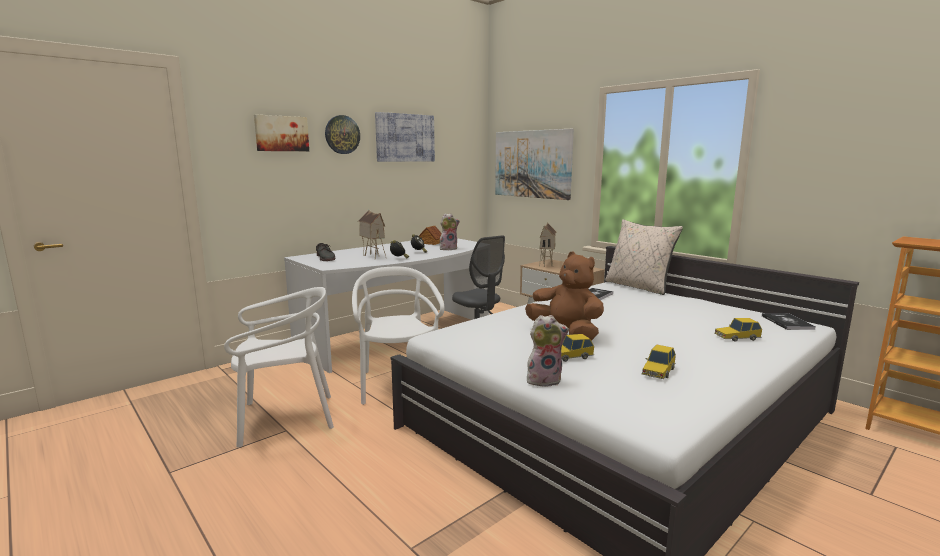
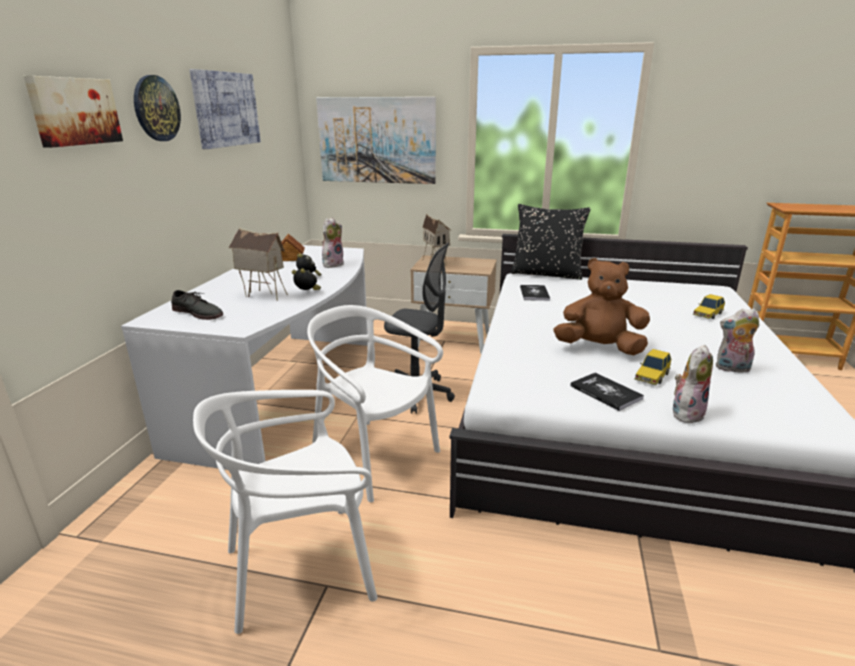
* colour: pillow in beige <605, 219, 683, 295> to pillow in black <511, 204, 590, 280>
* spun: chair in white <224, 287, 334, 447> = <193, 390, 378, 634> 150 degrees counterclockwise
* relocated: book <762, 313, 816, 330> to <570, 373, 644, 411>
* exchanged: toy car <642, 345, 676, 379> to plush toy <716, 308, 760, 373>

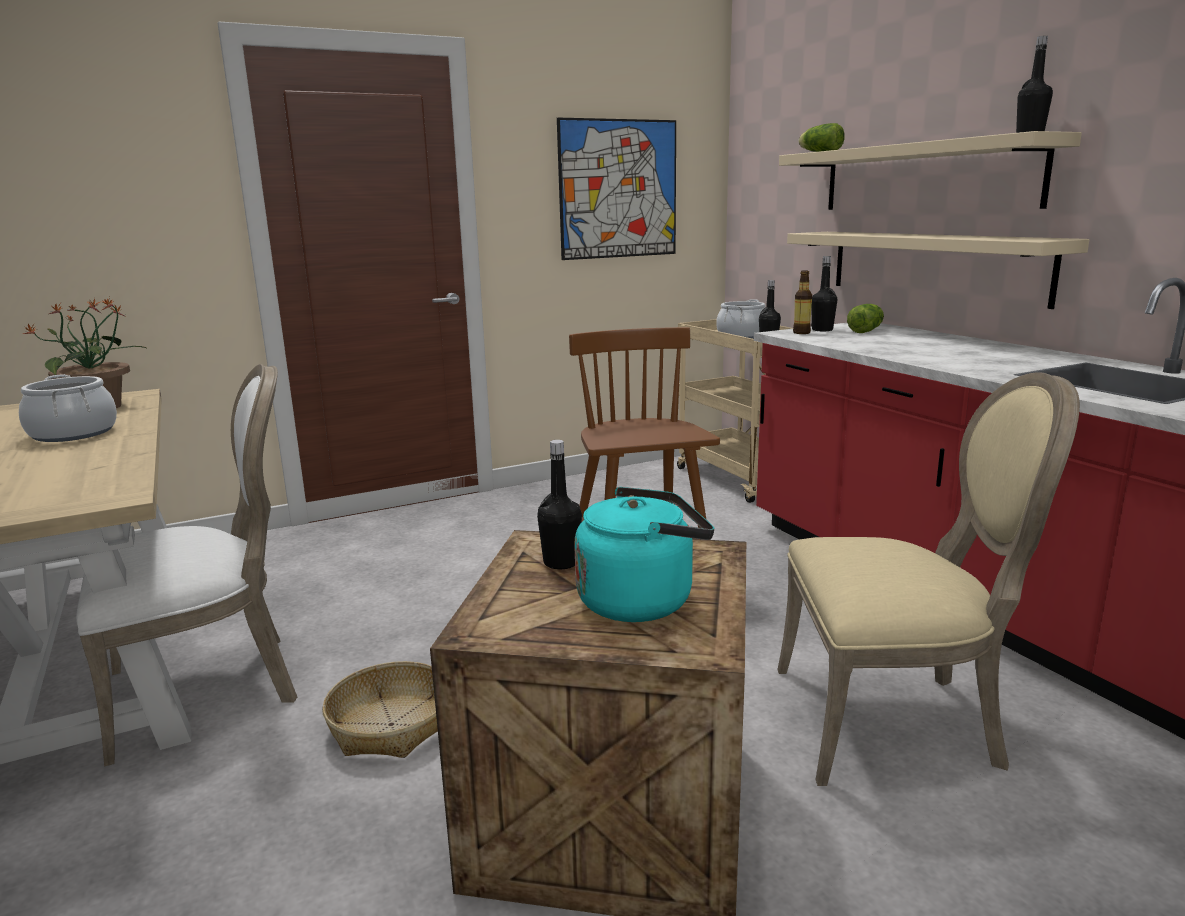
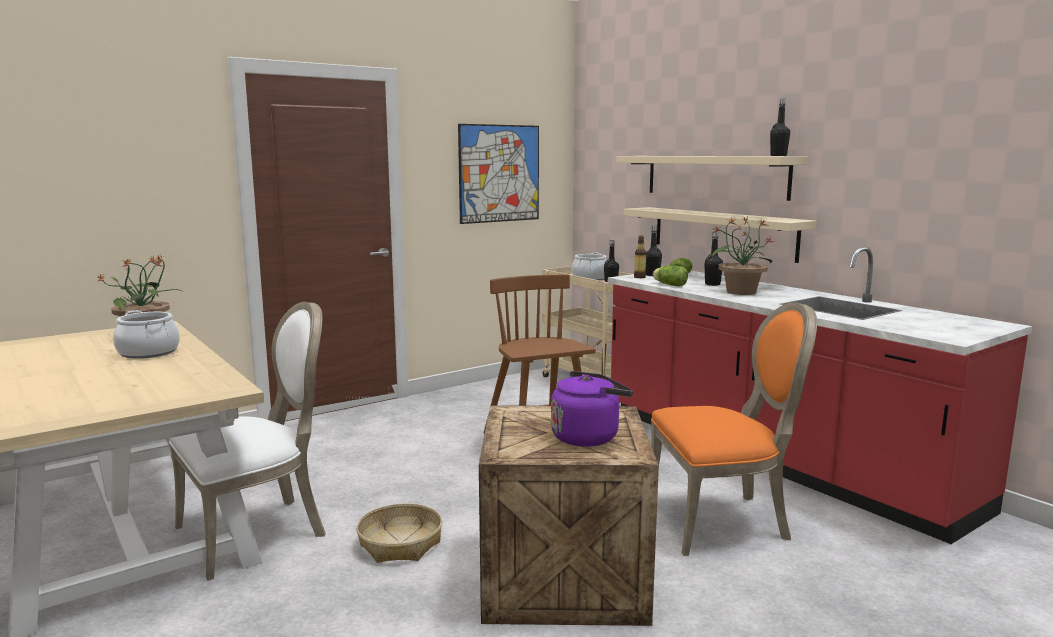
* relocated: lettuce <798, 123, 845, 152> to <653, 266, 688, 287>
* colour: chair in beige <777, 372, 1080, 786> to chair in orange <651, 302, 817, 556>
* relocated: bottle in black <537, 440, 582, 569> to <704, 232, 723, 286>
* colour: kettle in turquoise <574, 487, 714, 622> to kettle in purple <551, 371, 633, 447>
* appeared: potted plant <712, 217, 776, 295>

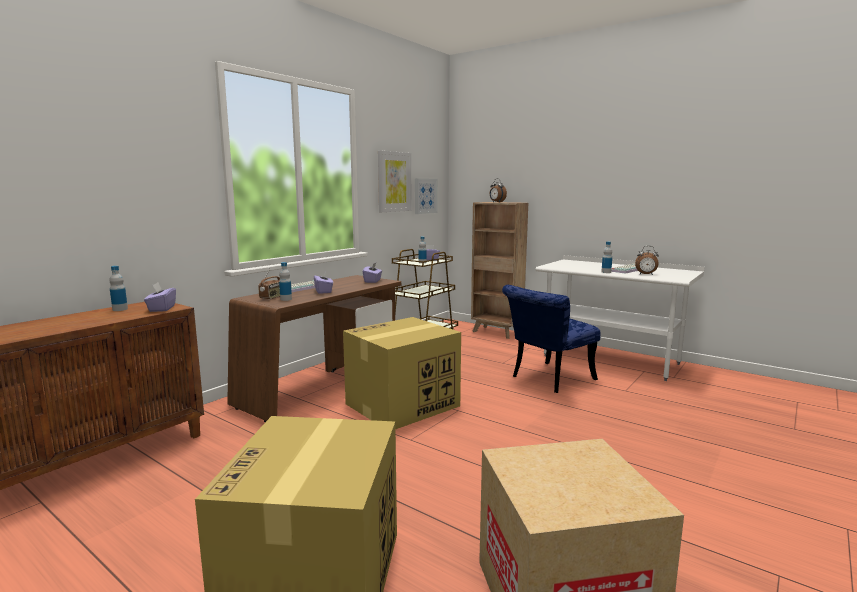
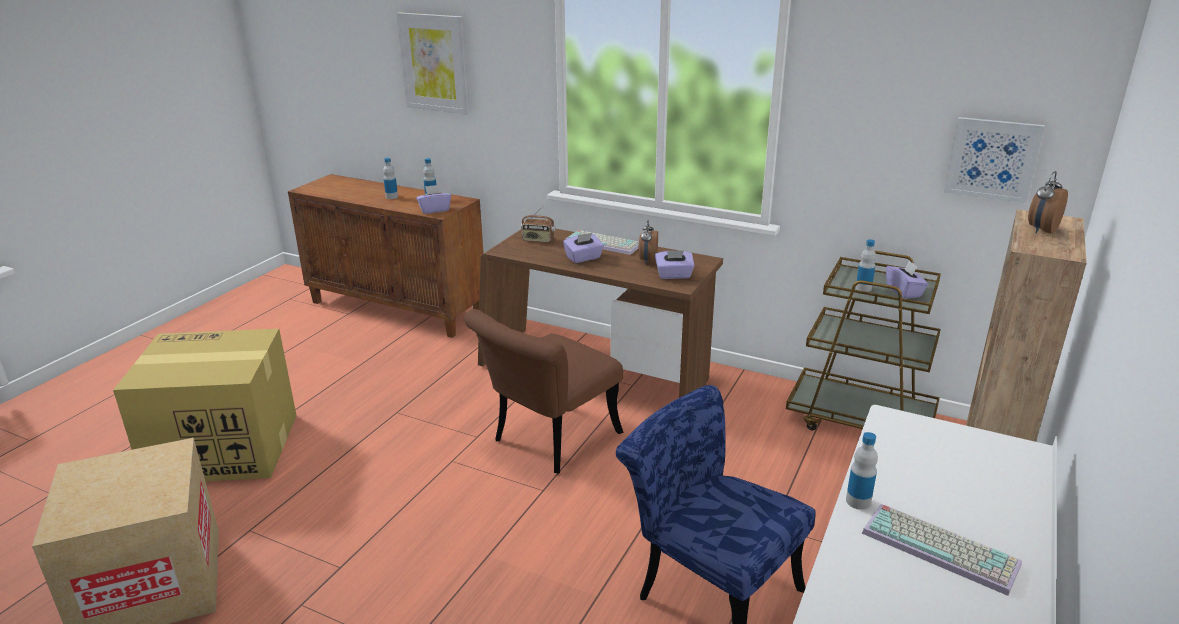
* relocated: picture <378, 150, 412, 212> to <396, 12, 470, 115>
* relocated: alarm clock <635, 246, 659, 275> to <638, 220, 658, 264>
* relocated: bottle <279, 262, 292, 301> to <383, 158, 398, 199>
* exchanged: cardboard box <343, 317, 461, 429> to chair in brown <464, 309, 623, 473>

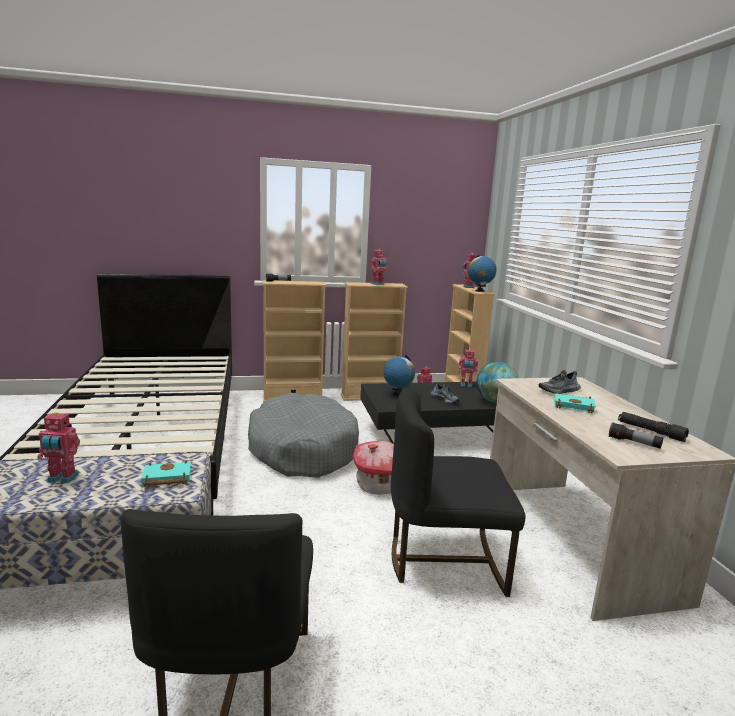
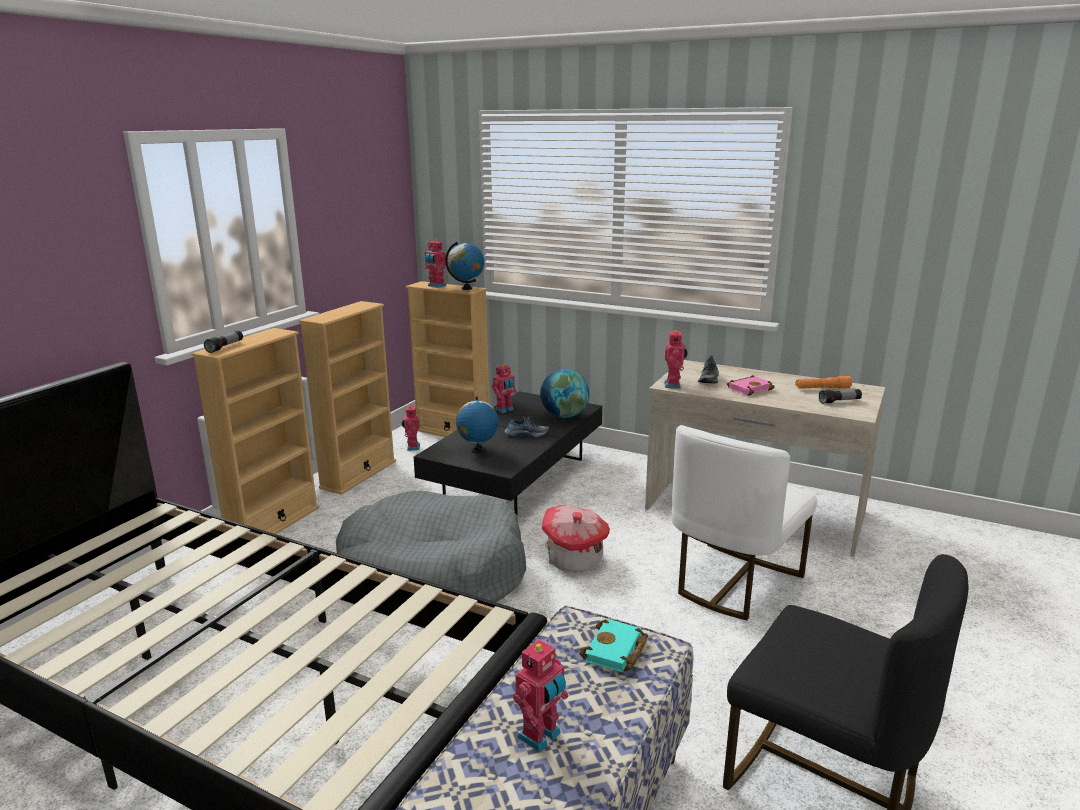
* relocated: toy robot <370, 249, 388, 285> to <664, 329, 688, 388>
* colour: chair in black <391, 388, 525, 597> to chair in white <672, 425, 817, 620>
* colour: book in turquoise <554, 392, 596, 413> to book in pink <727, 375, 775, 396>
* colour: flashlight in black <618, 412, 689, 442> to flashlight in orange <795, 376, 852, 389>

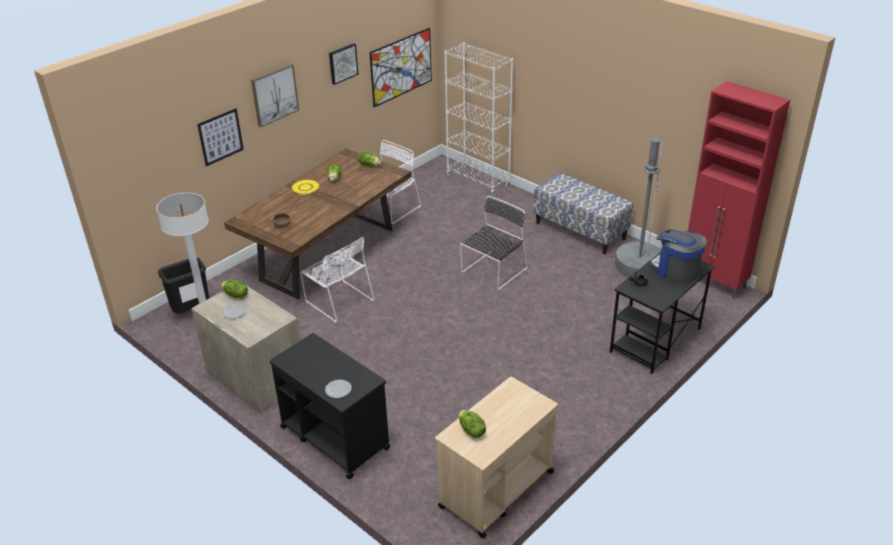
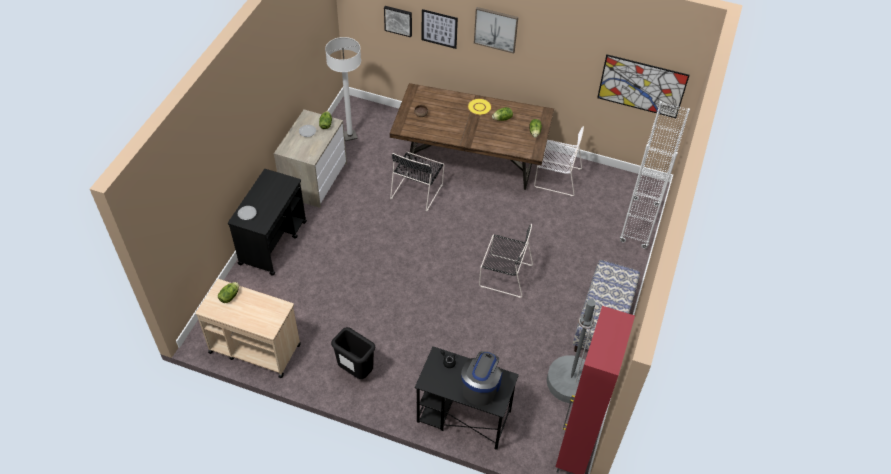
* relocated: picture <329, 43, 359, 85> to <384, 6, 412, 37>
* colour: chair in white <300, 237, 375, 323> to chair in black <390, 152, 444, 212>
* relocated: trash can in black <158, 258, 209, 313> to <331, 327, 375, 379>

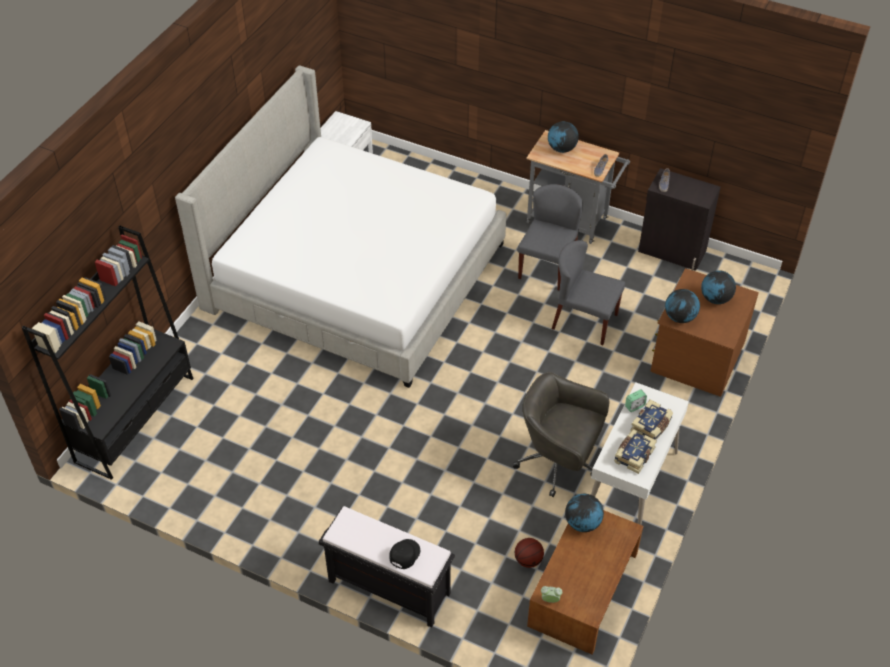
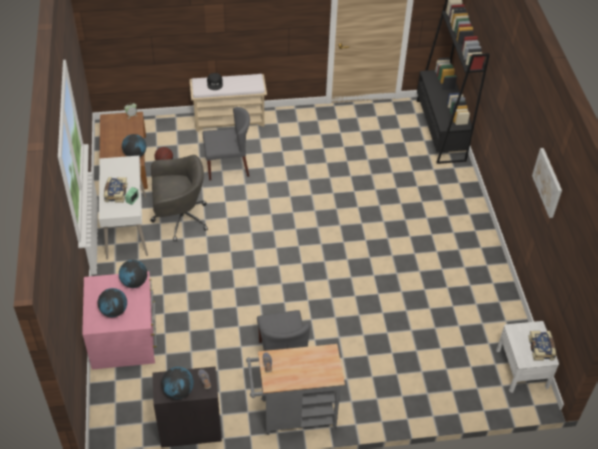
* missing: bed <175, 65, 506, 388>
* relocated: globe <548, 121, 579, 153> to <162, 367, 194, 399>
* relocated: chair in grey <552, 240, 625, 345> to <203, 107, 250, 180>
* colour: dresser in brown <650, 268, 759, 397> to dresser in pink <82, 271, 157, 370>
* relocated: book <614, 429, 657, 474> to <528, 331, 556, 360>
* colour: bench in black <319, 506, 455, 628> to bench in beige <190, 74, 267, 132>
* appeared: picture <532, 148, 562, 218>

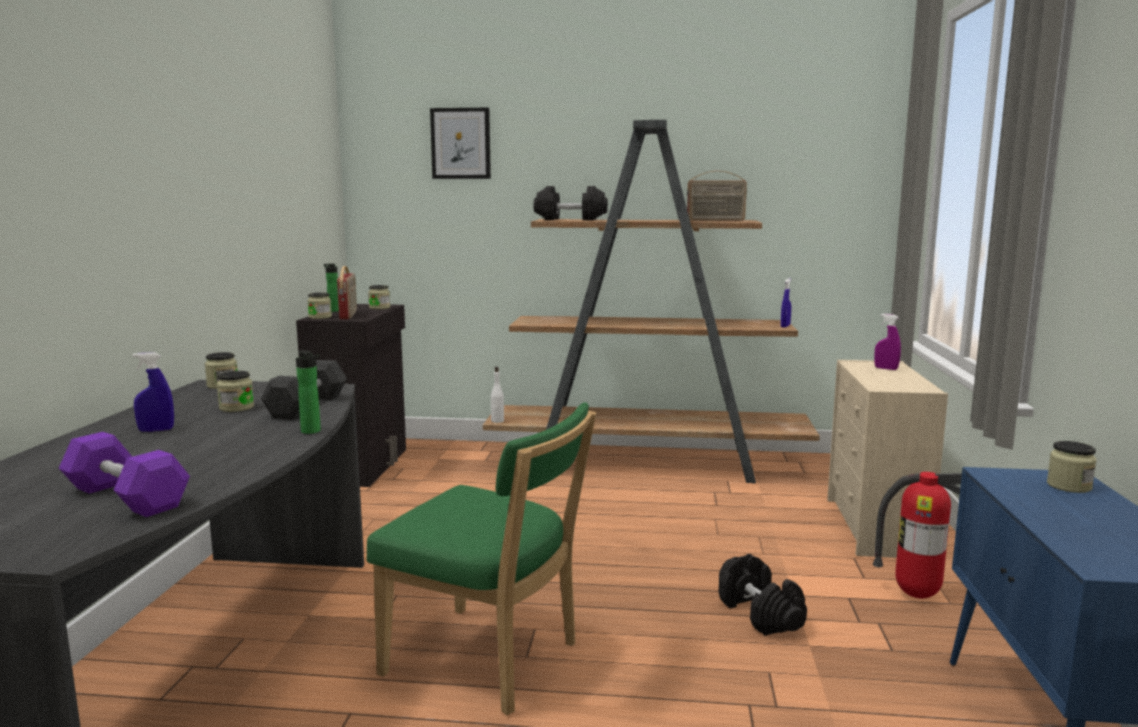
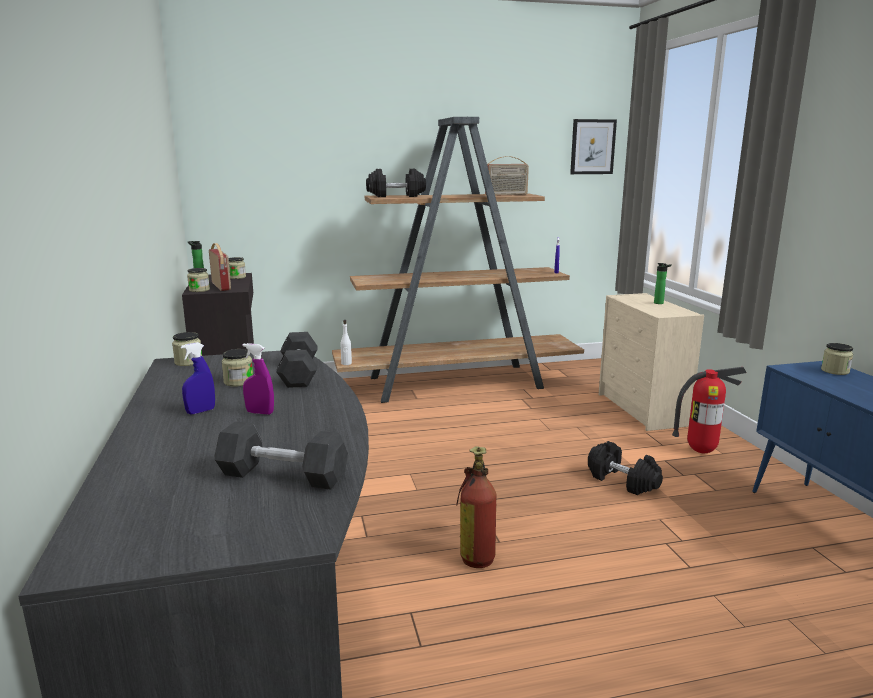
* relocated: picture <430, 108, 491, 179> to <570, 119, 617, 174>
* relocated: spray bottle in purple <874, 314, 901, 370> to <243, 343, 274, 415>
* relocated: bottle <296, 350, 321, 434> to <654, 263, 672, 304>
* exchanged: chair in green <366, 402, 596, 715> to fire extinguisher <456, 446, 496, 568>
* colour: dumbbell in purple <59, 432, 190, 517> to dumbbell in black <215, 421, 348, 490>

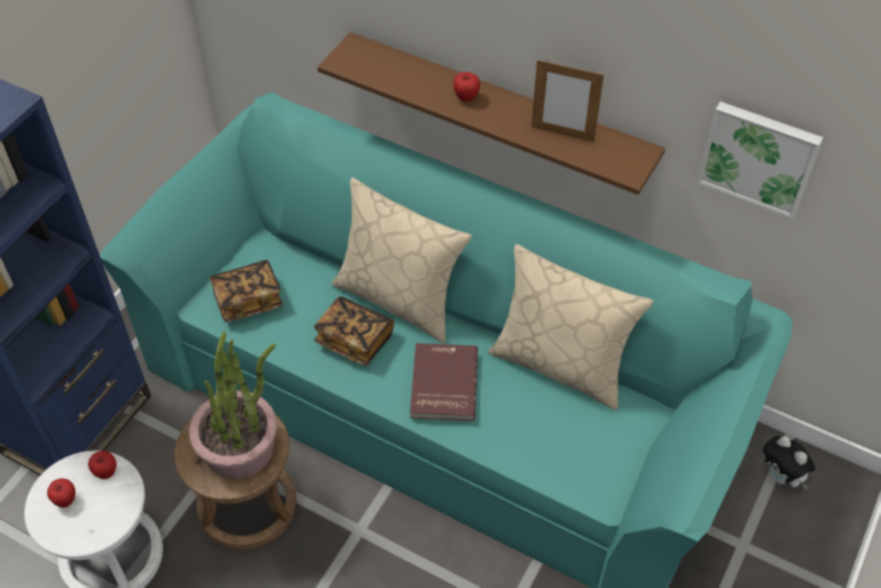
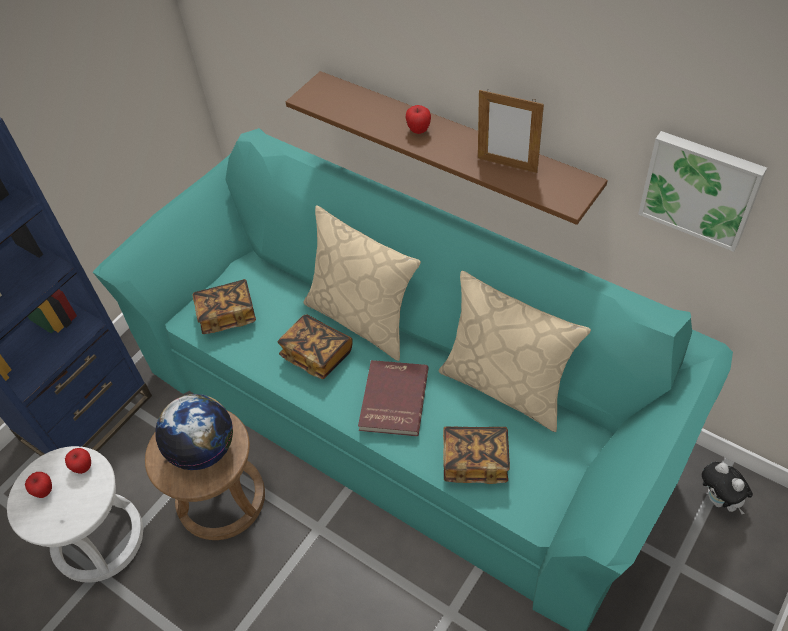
* exchanged: potted plant <189, 331, 277, 479> to globe <155, 394, 233, 470>
* appeared: book <443, 426, 510, 484>

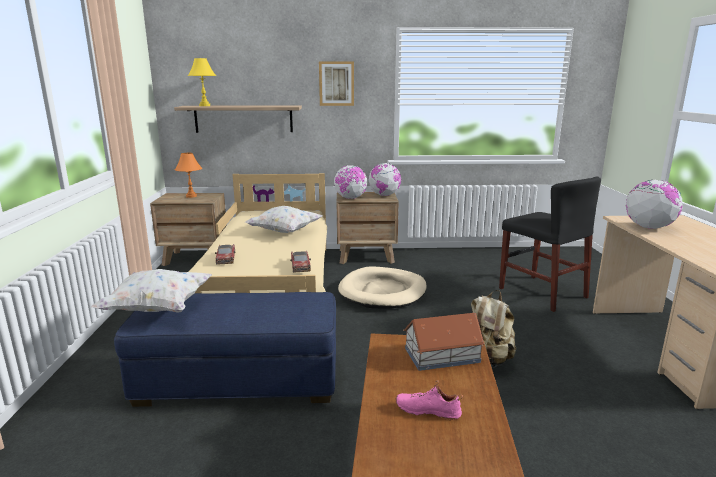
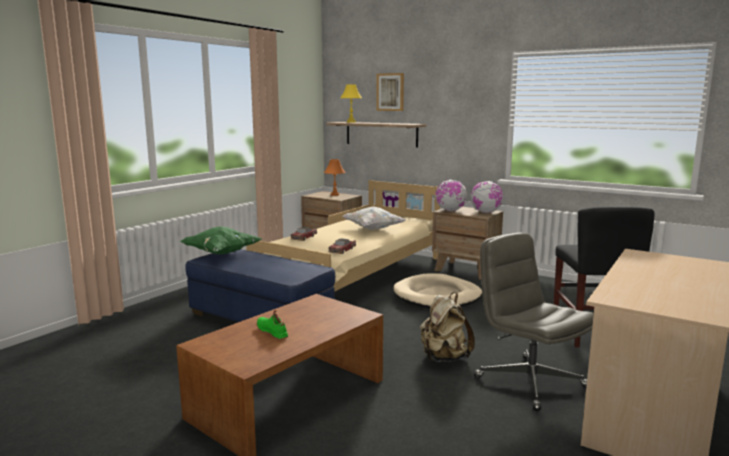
* relocated: picture <319, 61, 354, 106> to <376, 73, 404, 111>
* missing: globe <626, 180, 683, 229>
* colour: pillow in white <91, 269, 212, 313> to pillow in green <180, 226, 262, 254>
* missing: toy house <403, 313, 485, 371>
* colour: shoe in pink <396, 380, 463, 420> to shoe in green <257, 310, 288, 340>
* appeared: office chair in grey <474, 232, 594, 411>

